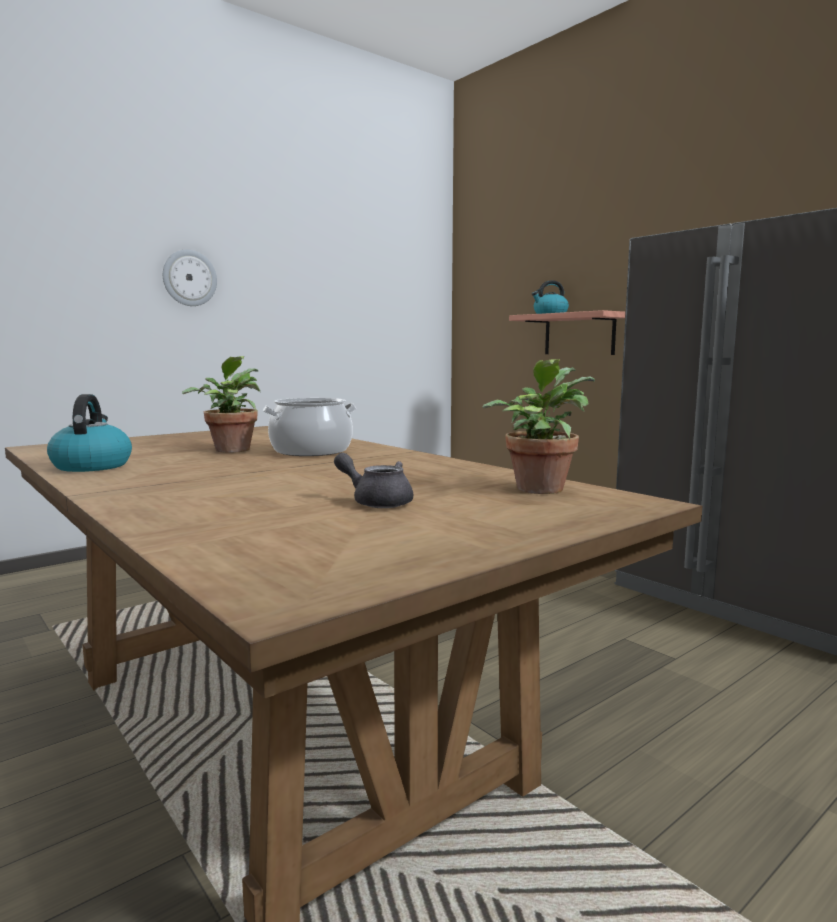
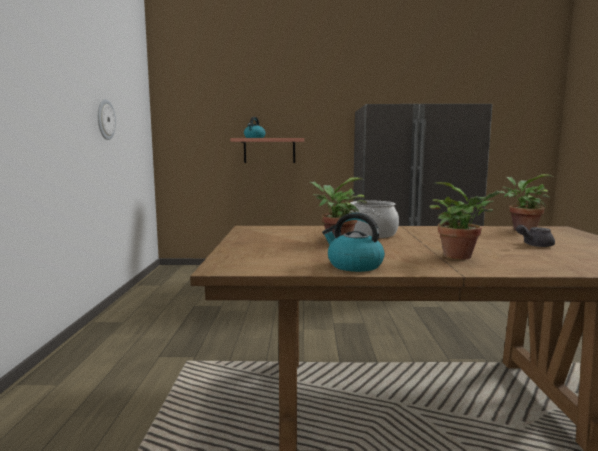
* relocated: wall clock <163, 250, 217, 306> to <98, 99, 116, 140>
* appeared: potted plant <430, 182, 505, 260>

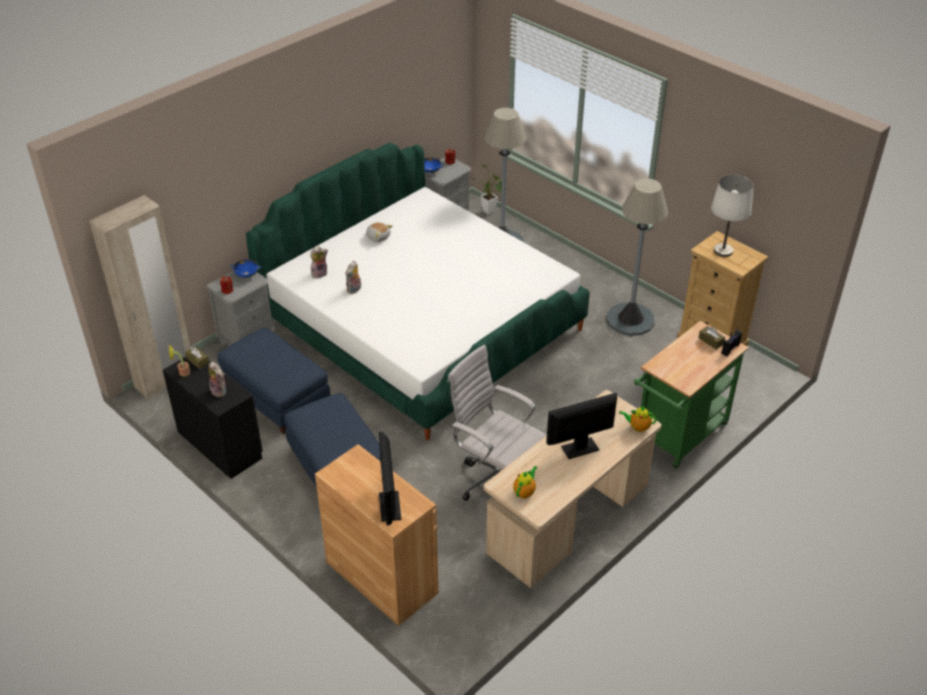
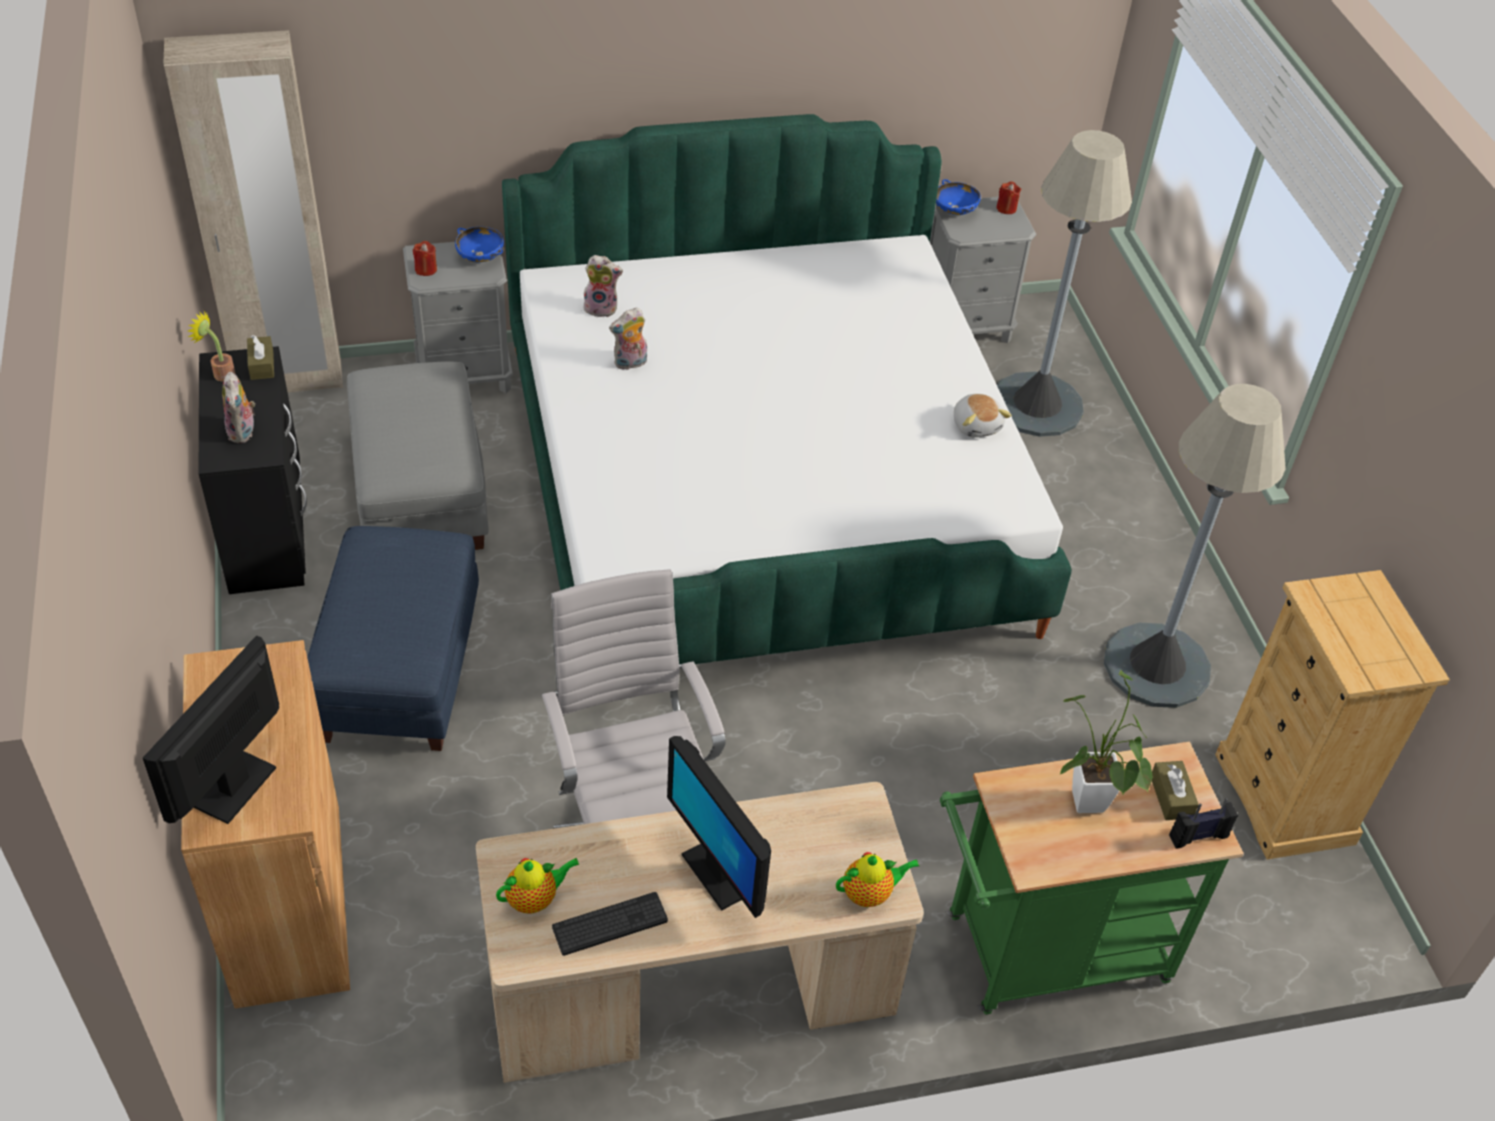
* relocated: potted plant <474, 165, 507, 215> to <1059, 670, 1152, 813>
* missing: table lamp in white <711, 175, 754, 257>
* relocated: plush toy <366, 222, 393, 242> to <954, 394, 1012, 438>
* colour: ottoman in blue <217, 327, 330, 434> to ottoman in grey <347, 361, 489, 550>
* spun: monitor <546, 393, 617, 459> = <667, 736, 771, 918> 135 degrees counterclockwise
* spun: teapot <619, 406, 657, 432> = <836, 852, 919, 907> 120 degrees clockwise
* appeared: keyboard <552, 892, 668, 956>

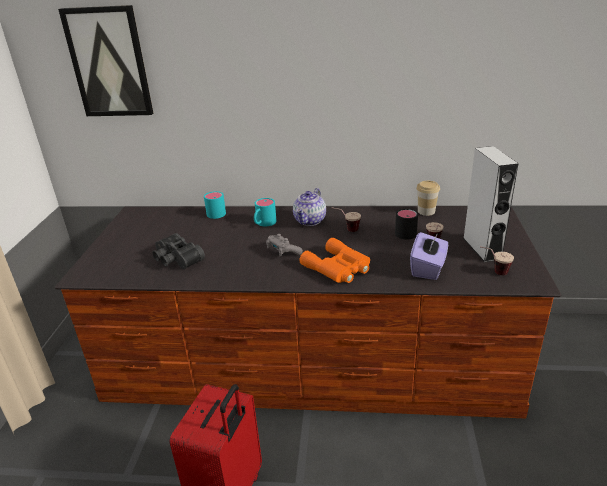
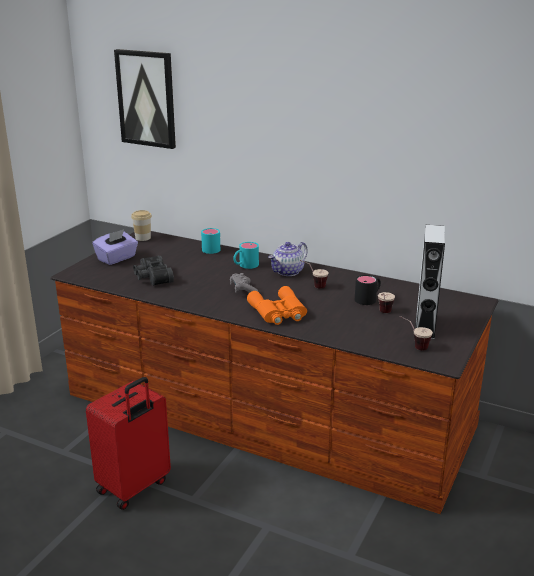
* relocated: cup <417, 181, 440, 216> to <131, 210, 152, 241>
* relocated: tissue box in purple <410, 232, 448, 280> to <92, 229, 138, 265>

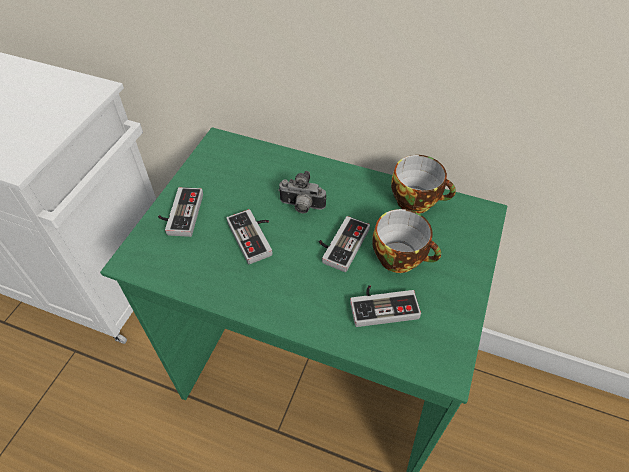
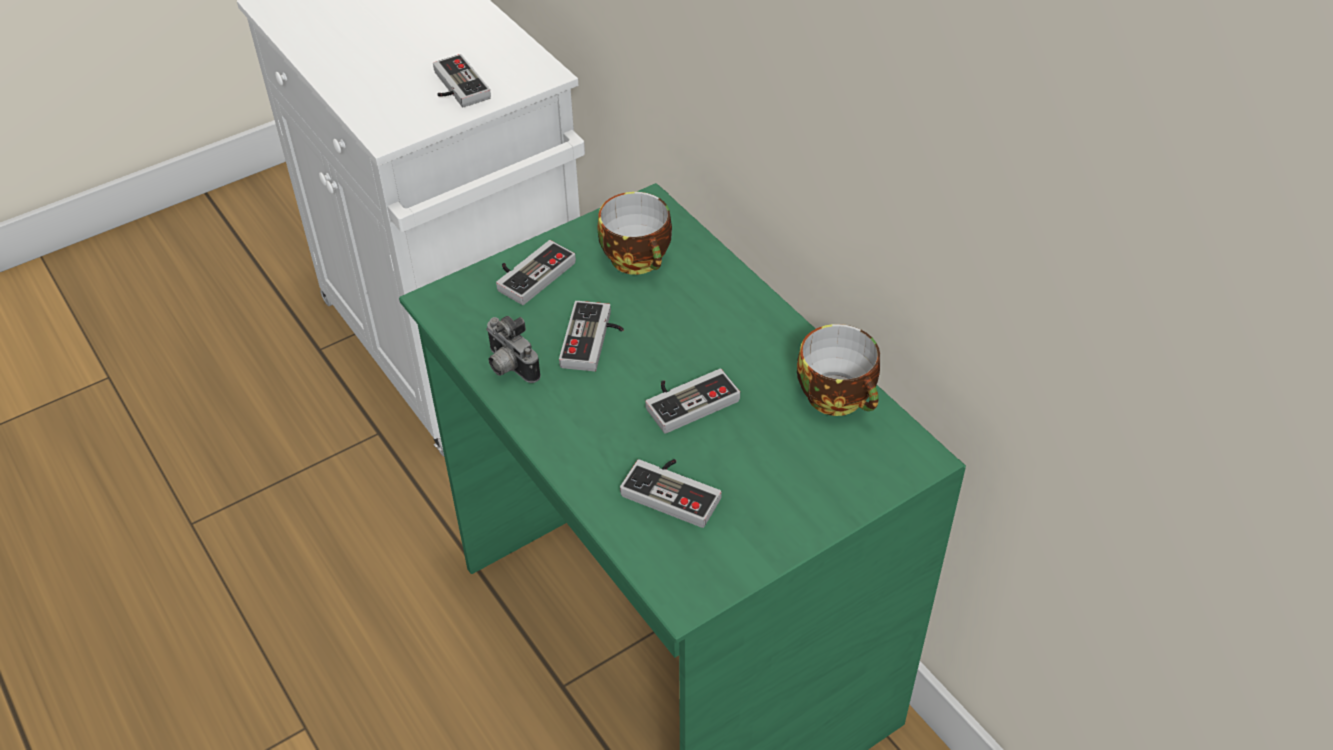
* relocated: photo camera <278, 171, 326, 213> to <486, 316, 541, 383>
* relocated: cup <372, 209, 441, 273> to <597, 192, 672, 275>
* appeared: game controller <433, 54, 491, 107>

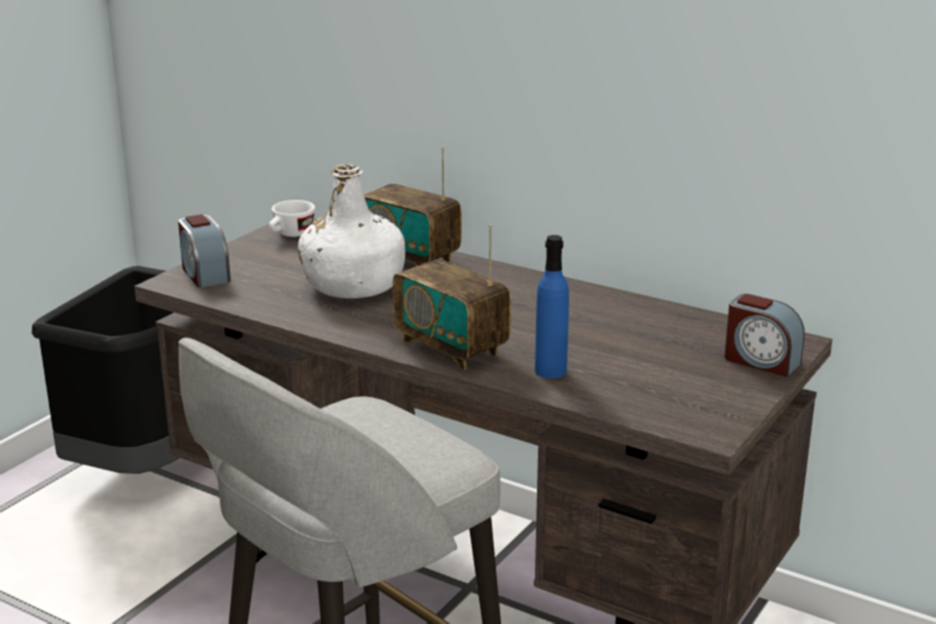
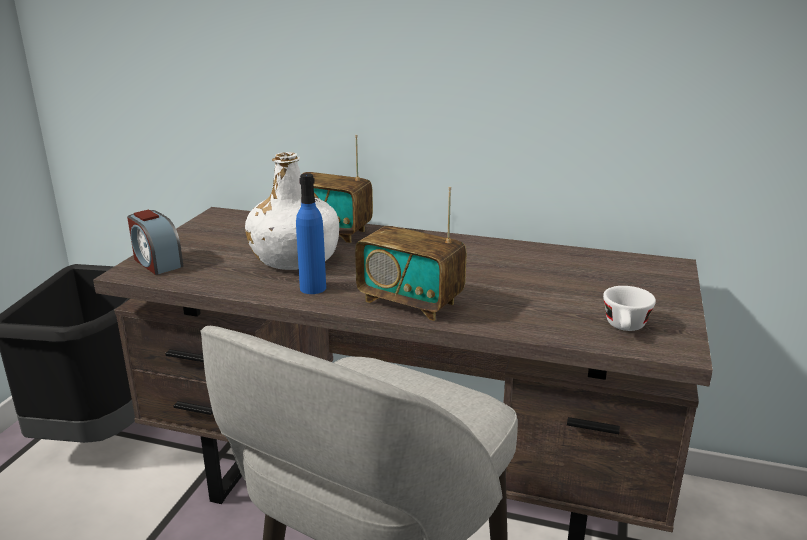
* relocated: cup in white <269, 200, 315, 237> to <603, 286, 656, 331>
* relocated: bottle in blue <535, 235, 569, 379> to <296, 173, 326, 294>
* missing: alarm clock <724, 294, 805, 377>

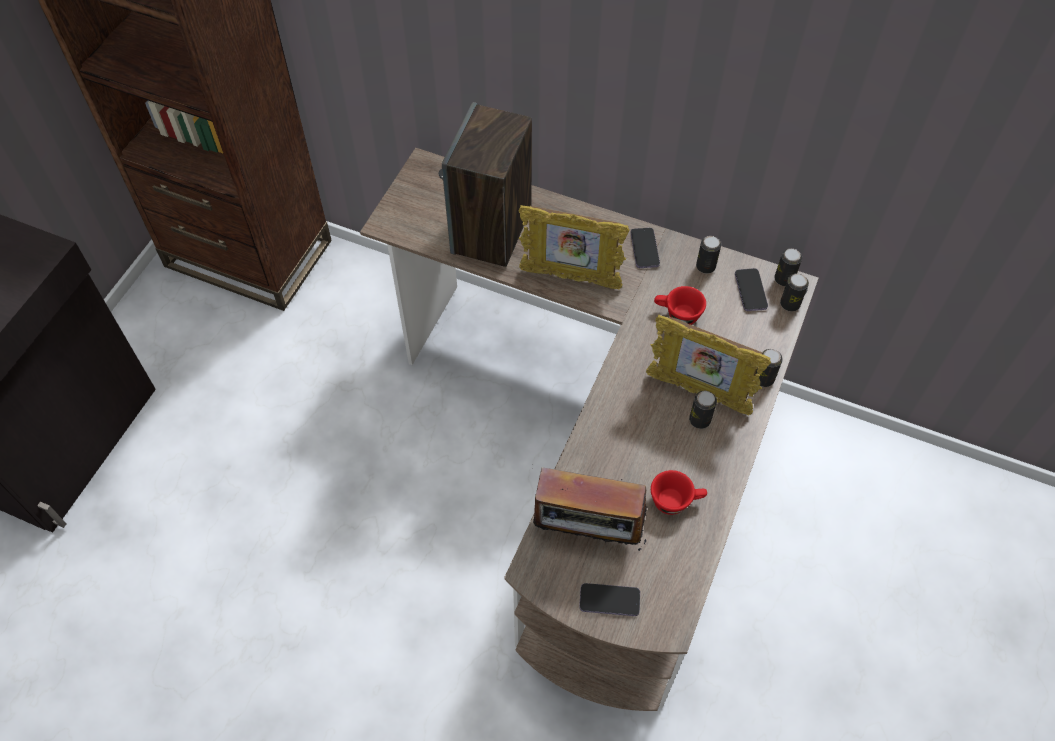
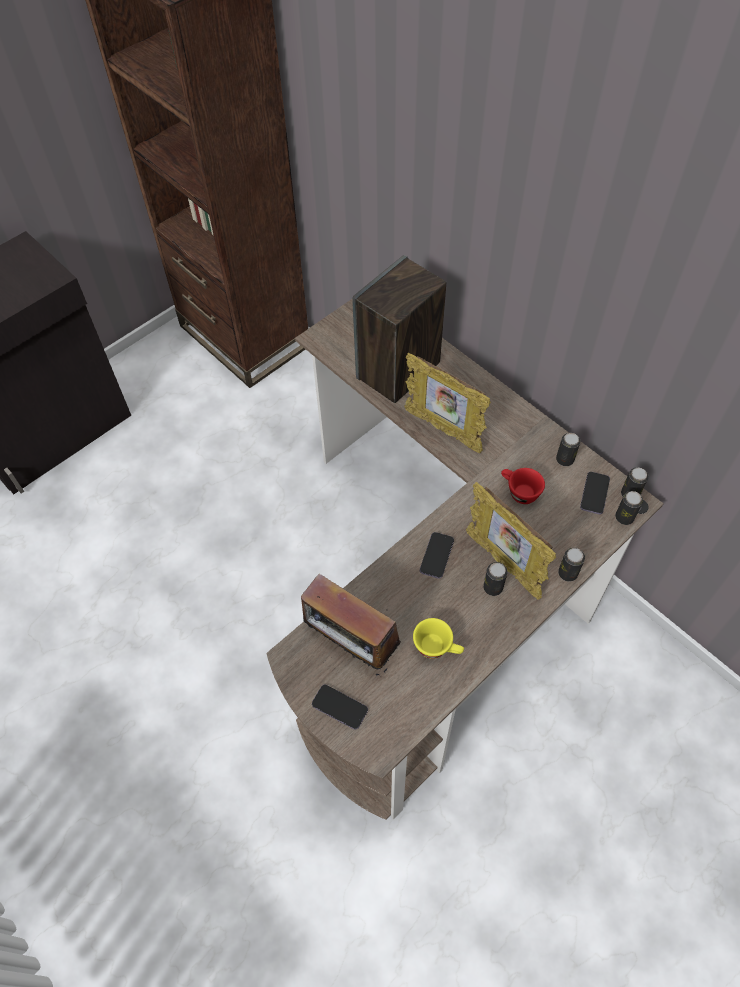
* relocated: phone <630, 228, 660, 268> to <420, 532, 454, 579>
* colour: cup in red <651, 470, 707, 515> to cup in yellow <413, 618, 464, 659>

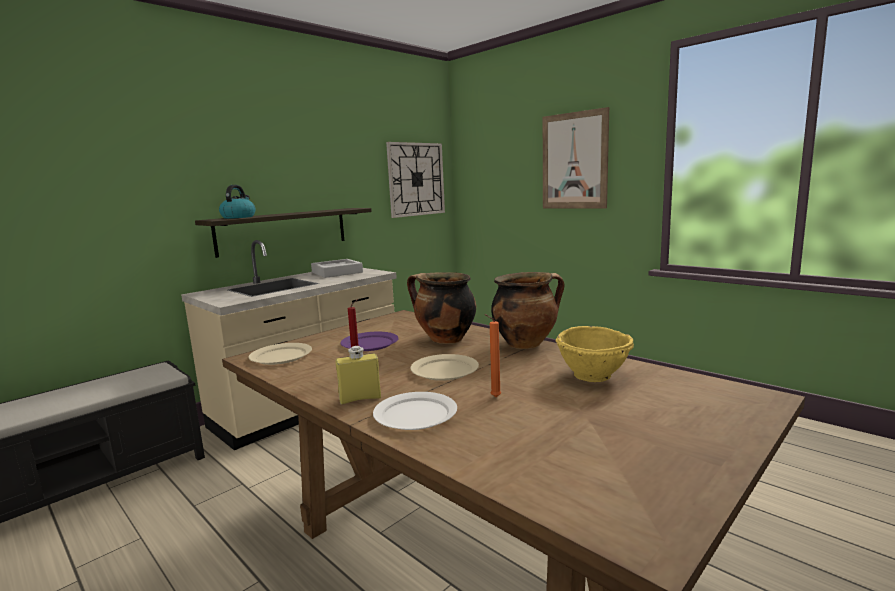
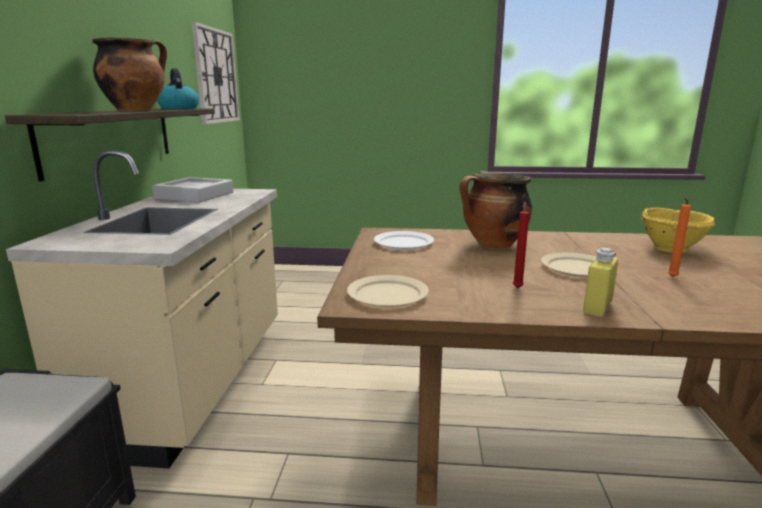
* missing: picture <543, 107, 609, 208>
* relocated: kettle <219, 185, 256, 219> to <157, 68, 199, 109>
* relocated: cooking pot <491, 272, 565, 349> to <92, 38, 167, 111>
* missing: plate in purple <341, 332, 399, 351>
* relocated: plate in white <373, 392, 457, 430> to <374, 231, 434, 250>

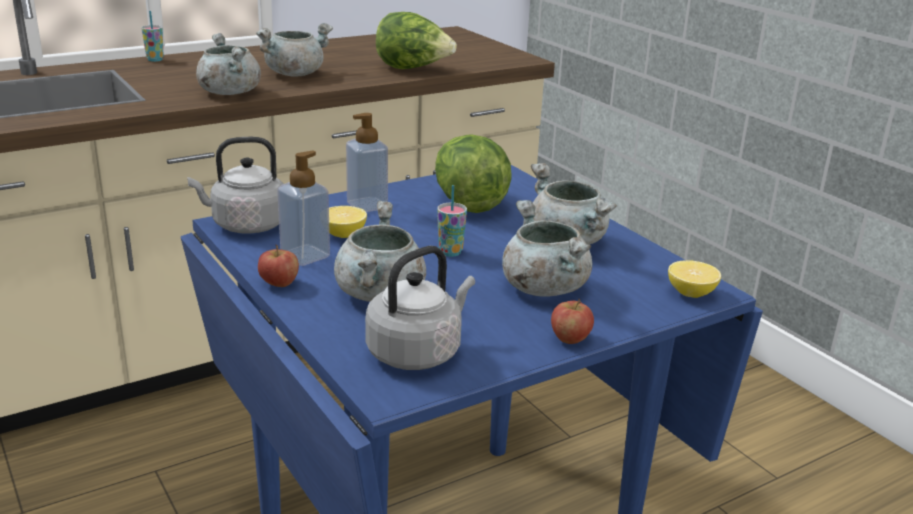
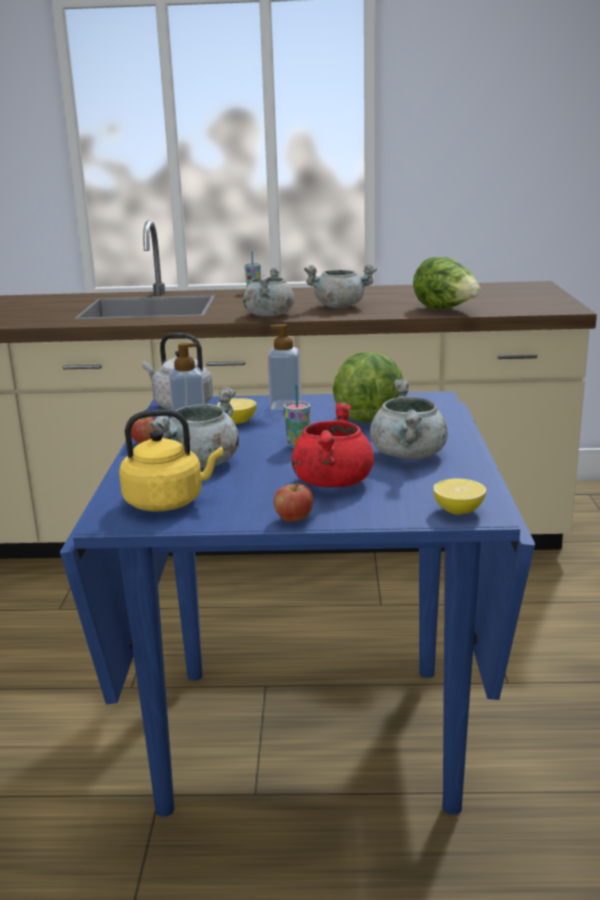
* colour: cooking pot in grey <502, 200, 592, 297> to cooking pot in red <292, 403, 374, 487>
* colour: kettle in grey <365, 246, 475, 370> to kettle in yellow <119, 410, 223, 512>

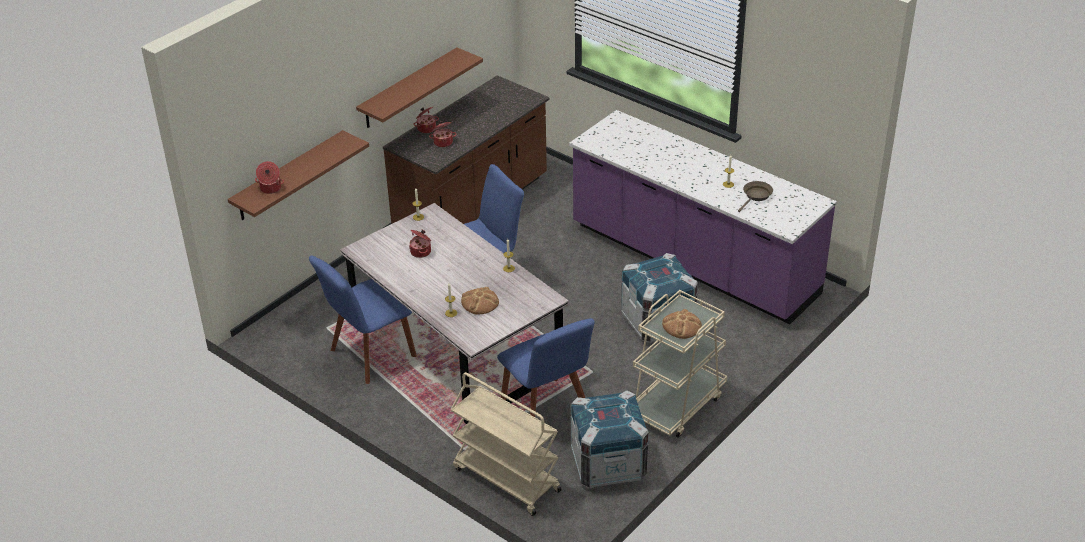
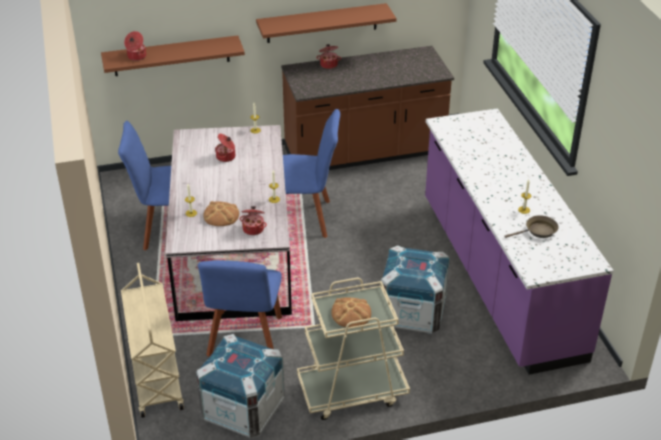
* relocated: cooking pot <429, 121, 457, 147> to <239, 206, 267, 235>

